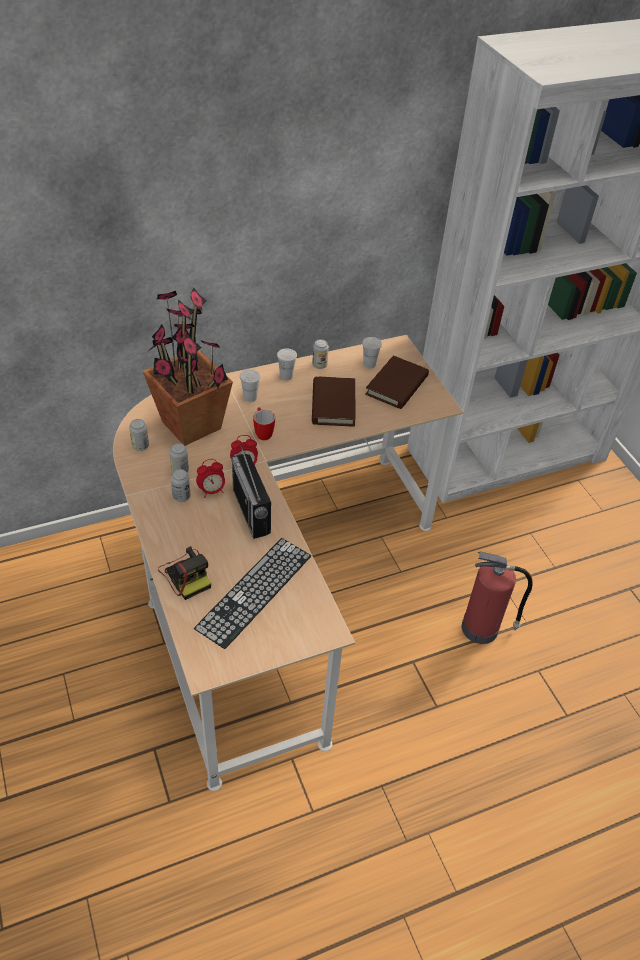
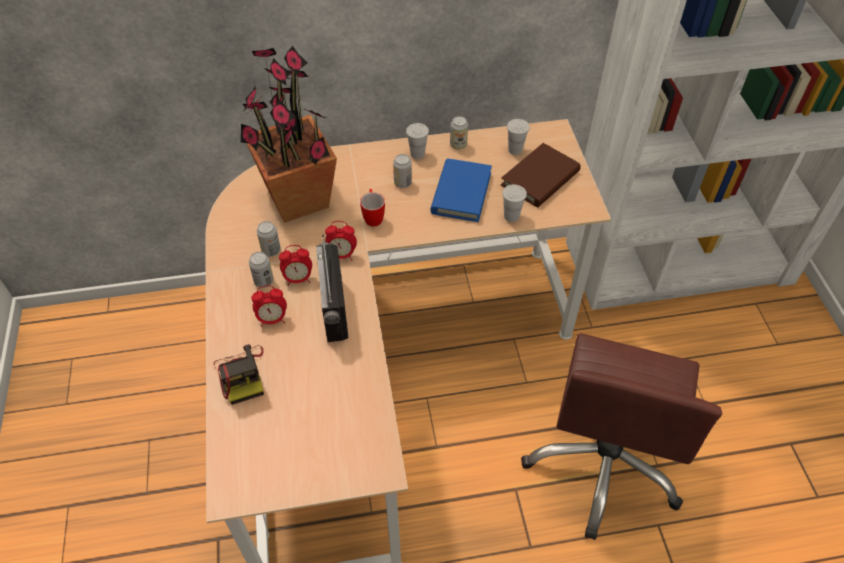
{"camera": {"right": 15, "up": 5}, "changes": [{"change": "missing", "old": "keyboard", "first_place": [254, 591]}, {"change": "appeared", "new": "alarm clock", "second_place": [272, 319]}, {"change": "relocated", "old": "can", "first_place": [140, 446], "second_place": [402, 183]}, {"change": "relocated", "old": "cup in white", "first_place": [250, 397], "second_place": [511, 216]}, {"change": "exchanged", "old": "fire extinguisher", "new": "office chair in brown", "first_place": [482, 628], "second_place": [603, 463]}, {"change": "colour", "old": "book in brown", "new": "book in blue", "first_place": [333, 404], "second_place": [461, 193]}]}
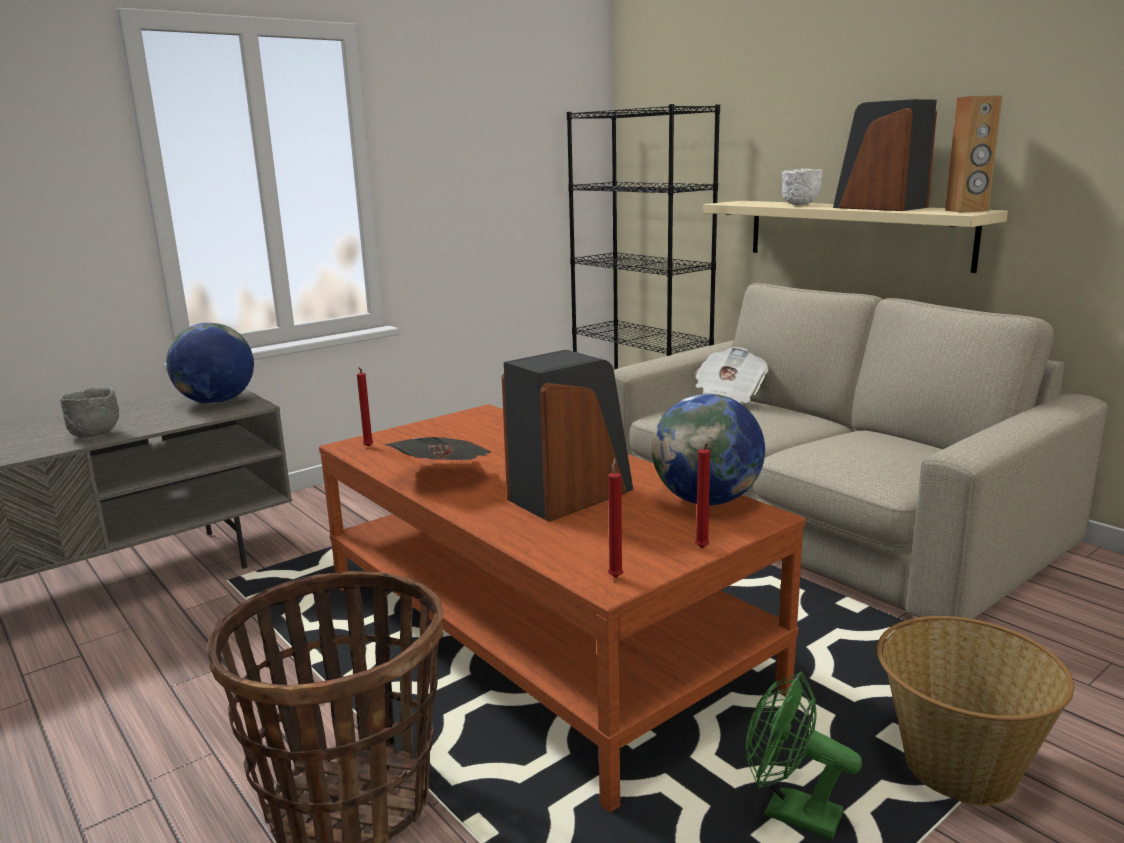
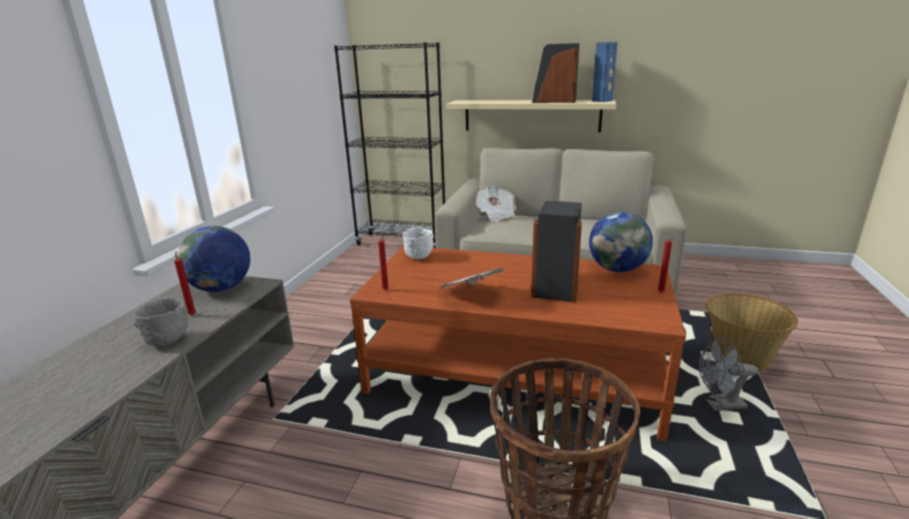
{"camera": {"right": -35, "up": 5}, "changes": [{"change": "relocated", "old": "candle in red", "first_place": [616, 576], "second_place": [192, 314]}, {"change": "relocated", "old": "bowl in white", "first_place": [801, 205], "second_place": [419, 257]}, {"change": "colour", "old": "fan in green", "new": "fan in grey", "first_place": [790, 812], "second_place": [719, 405]}, {"change": "colour", "old": "speaker in brown", "new": "speaker in blue", "first_place": [966, 211], "second_place": [602, 101]}]}
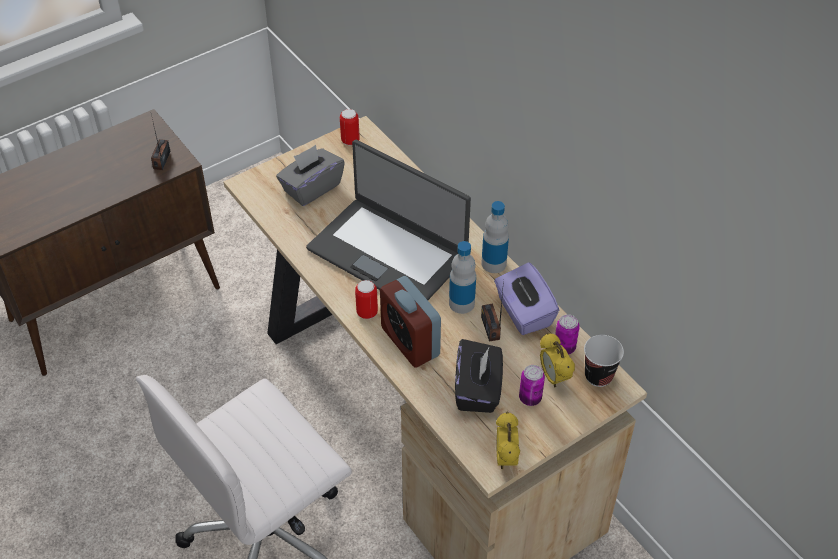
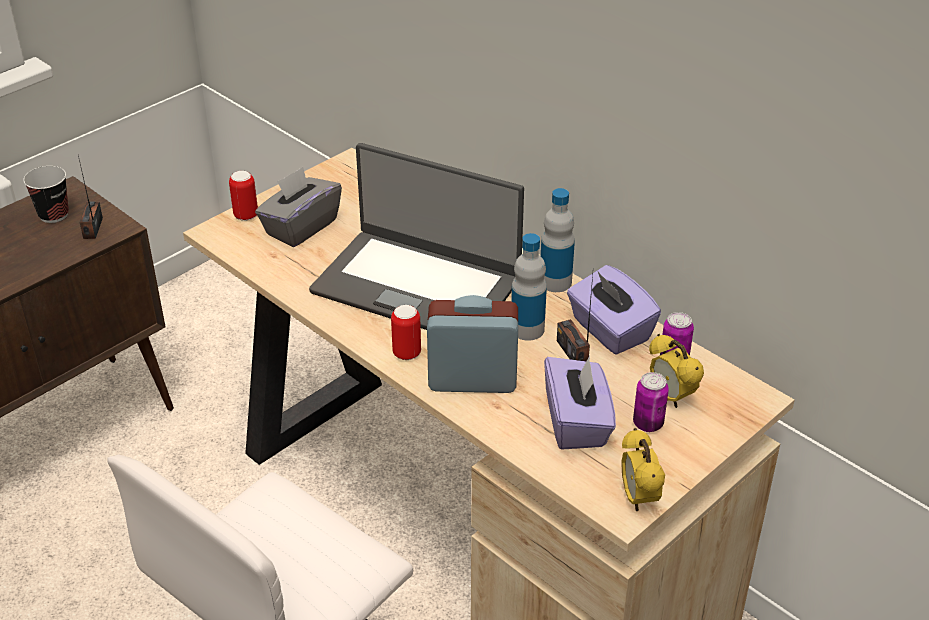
{"camera": {"right": -10, "up": -10}, "changes": [{"change": "relocated", "old": "can", "first_place": [350, 140], "second_place": [246, 215]}, {"change": "relocated", "old": "cup", "first_place": [598, 376], "second_place": [54, 215]}, {"change": "colour", "old": "tissue box in black", "new": "tissue box in purple", "first_place": [478, 390], "second_place": [577, 423]}, {"change": "spun", "old": "alarm clock", "first_place": [410, 342], "second_place": [472, 379], "degrees": 135}]}
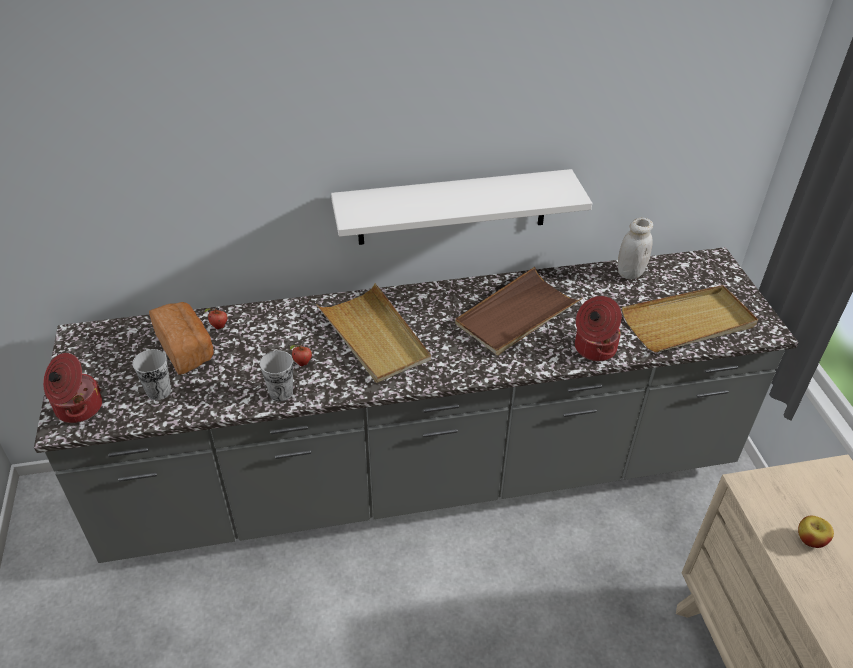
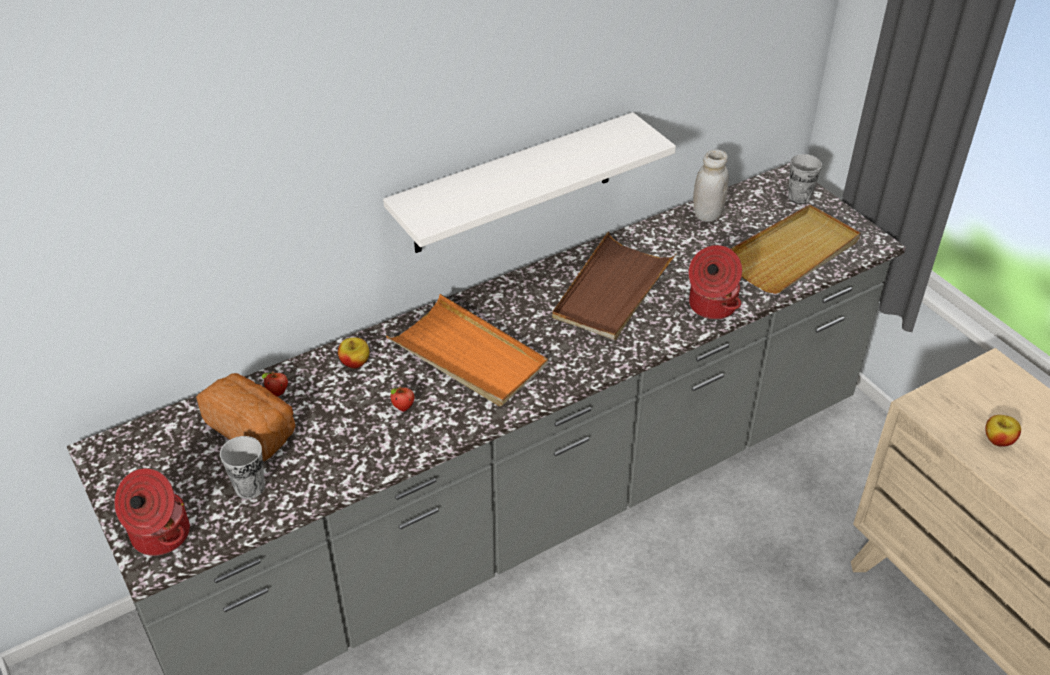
{"camera": {"right": -20, "up": 0}, "changes": [{"change": "appeared", "new": "apple", "second_place": [355, 362]}, {"change": "relocated", "old": "cup", "first_place": [281, 392], "second_place": [799, 197]}, {"change": "colour", "old": "tray in beige", "new": "tray in orange", "first_place": [374, 336], "second_place": [468, 355]}]}
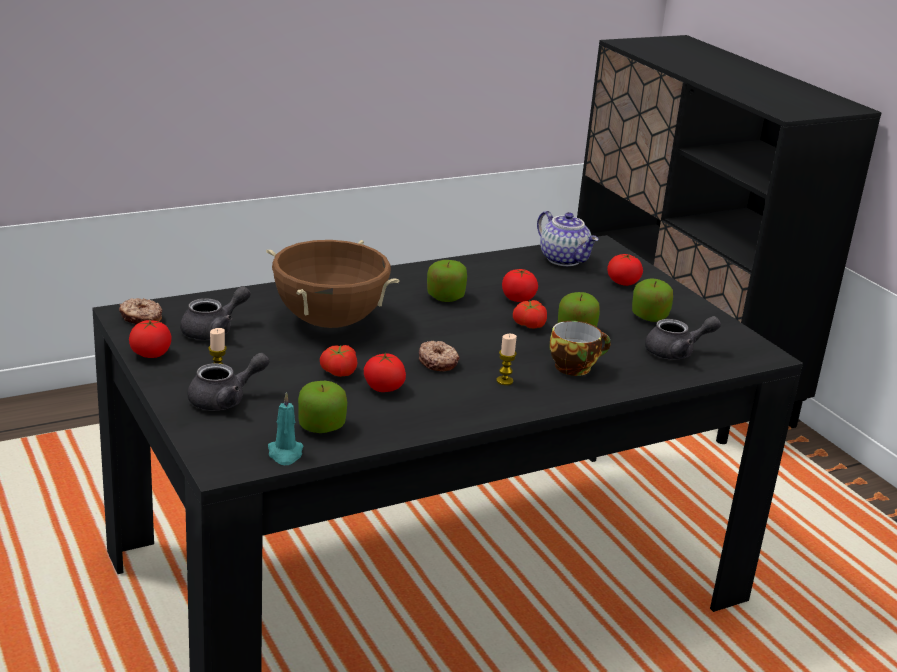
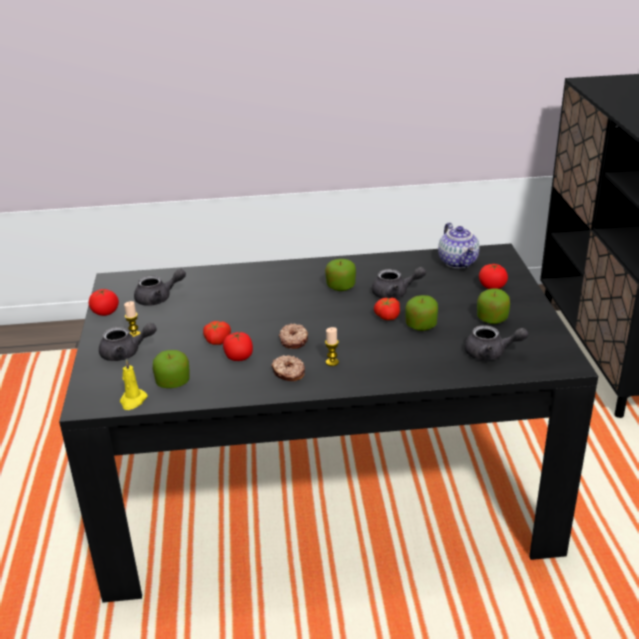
{"camera": {"right": 25, "up": 5}, "changes": [{"change": "missing", "old": "cooking pot in brown", "first_place": [330, 321]}, {"change": "missing", "old": "cup", "first_place": [574, 366]}, {"change": "relocated", "old": "donut", "first_place": [141, 318], "second_place": [288, 373]}, {"change": "exchanged", "old": "tomato", "new": "teapot in grey", "first_place": [518, 299], "second_place": [395, 293]}, {"change": "colour", "old": "candle in turquoise", "new": "candle in yellow", "first_place": [285, 454], "second_place": [133, 401]}]}
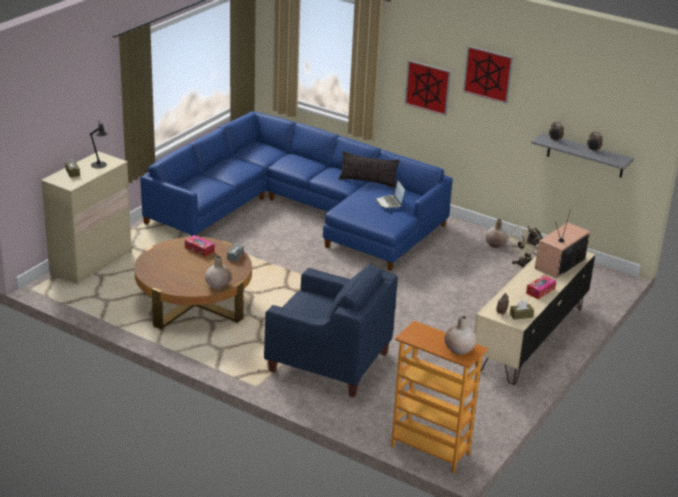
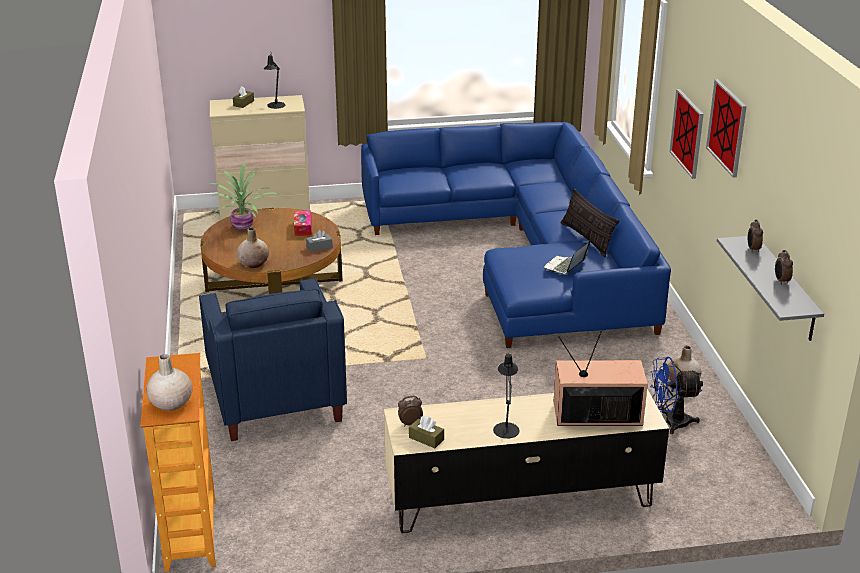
{"camera": {"right": 50, "up": 0}, "changes": [{"change": "appeared", "new": "potted plant", "second_place": [244, 227]}, {"change": "exchanged", "old": "tissue box", "new": "table lamp in black", "first_place": [540, 291], "second_place": [506, 428]}, {"change": "colour", "old": "fan in beige", "new": "fan in blue", "first_place": [523, 266], "second_place": [670, 422]}]}
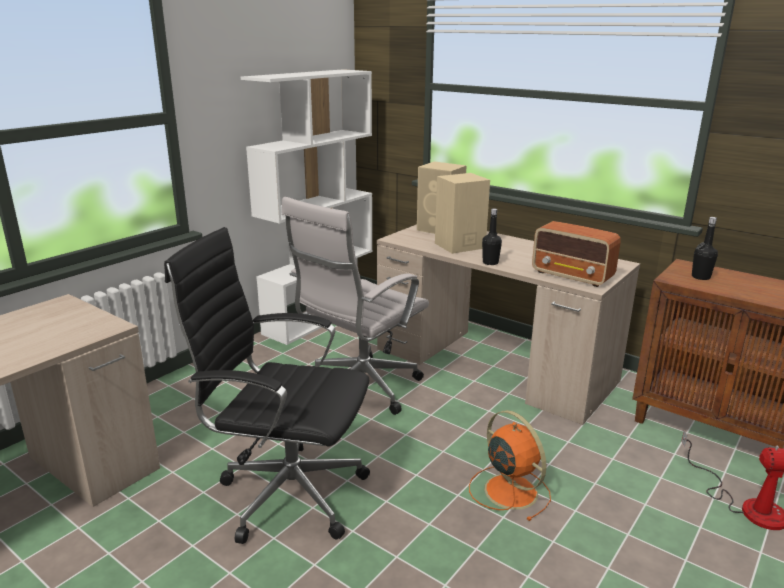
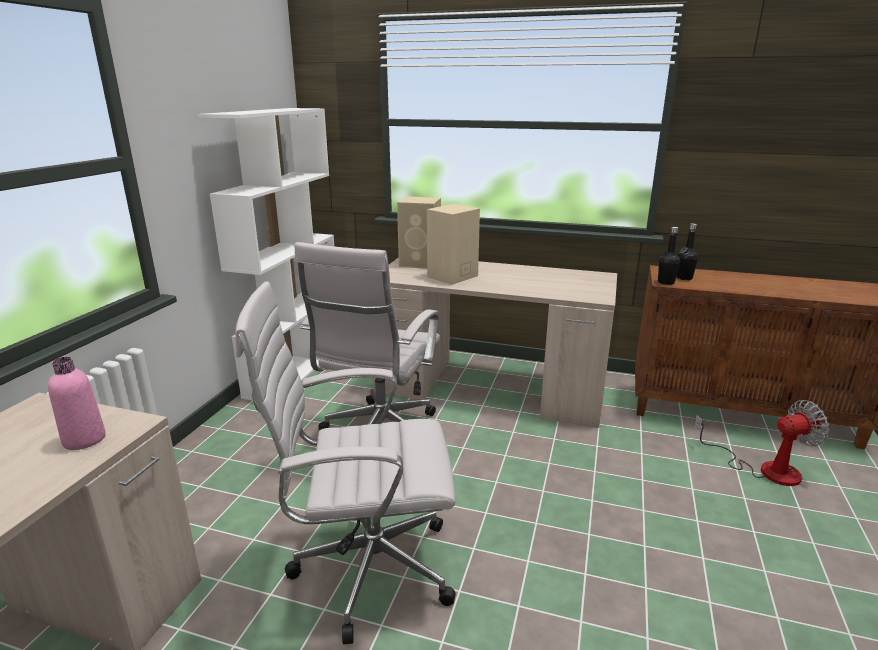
{"camera": {"right": -20, "up": 0}, "changes": [{"change": "missing", "old": "fan in orange", "first_place": [509, 490]}, {"change": "missing", "old": "radio", "first_place": [573, 276]}, {"change": "appeared", "new": "bottle in pink", "second_place": [84, 439]}, {"change": "relocated", "old": "bottle in black", "first_place": [490, 263], "second_place": [666, 282]}, {"change": "colour", "old": "office chair in black", "new": "office chair in white", "first_place": [285, 493], "second_place": [366, 569]}]}
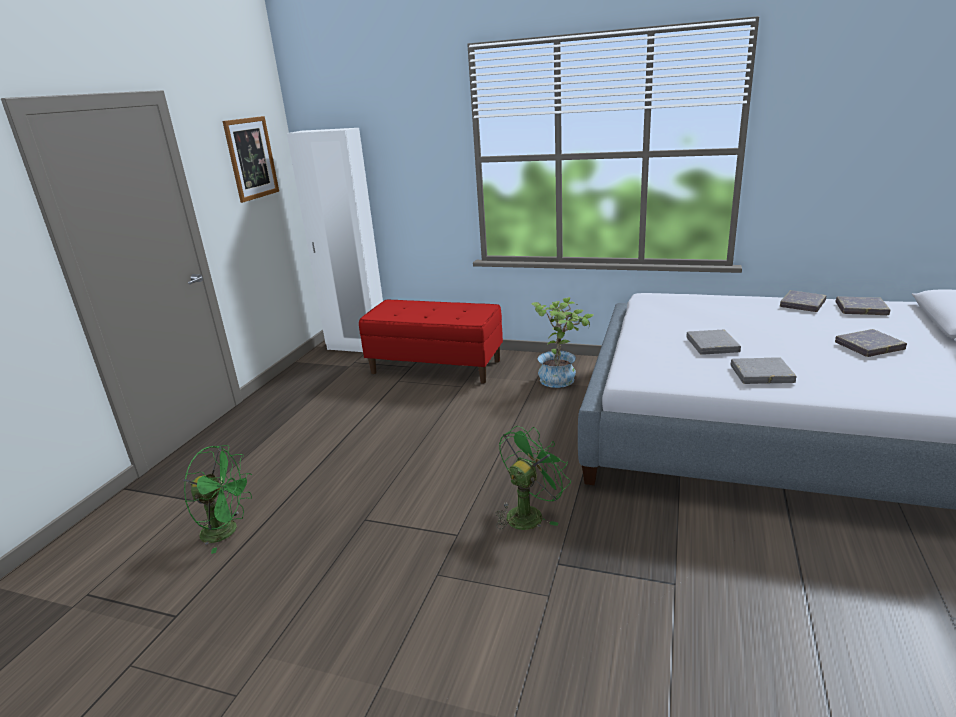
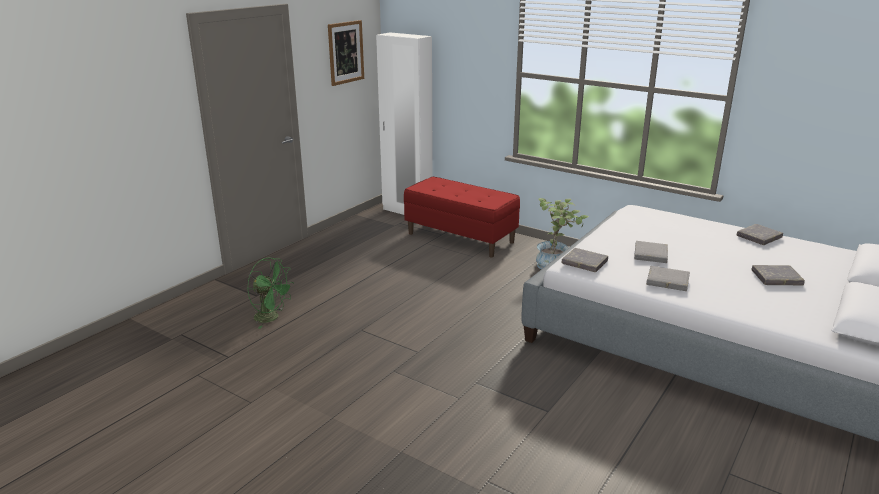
{"camera": {"right": 15, "up": 0}, "changes": [{"change": "missing", "old": "fan in green", "first_place": [529, 513]}, {"change": "relocated", "old": "book in grey", "first_place": [861, 309], "second_place": [584, 263]}]}
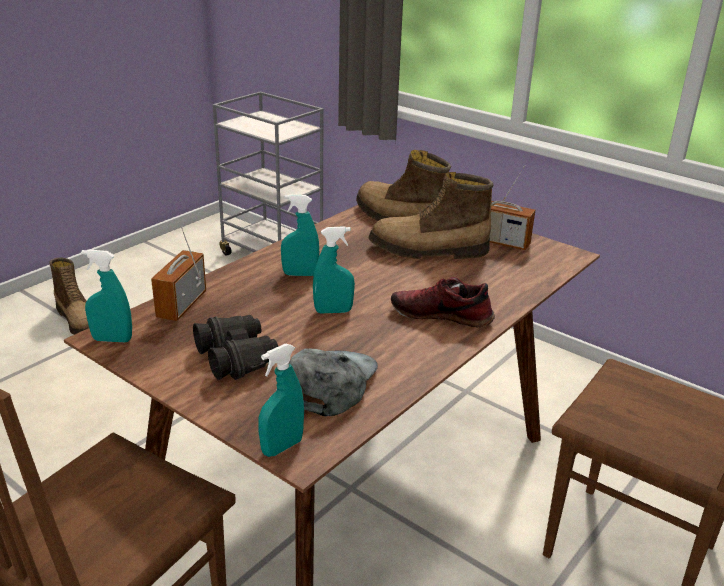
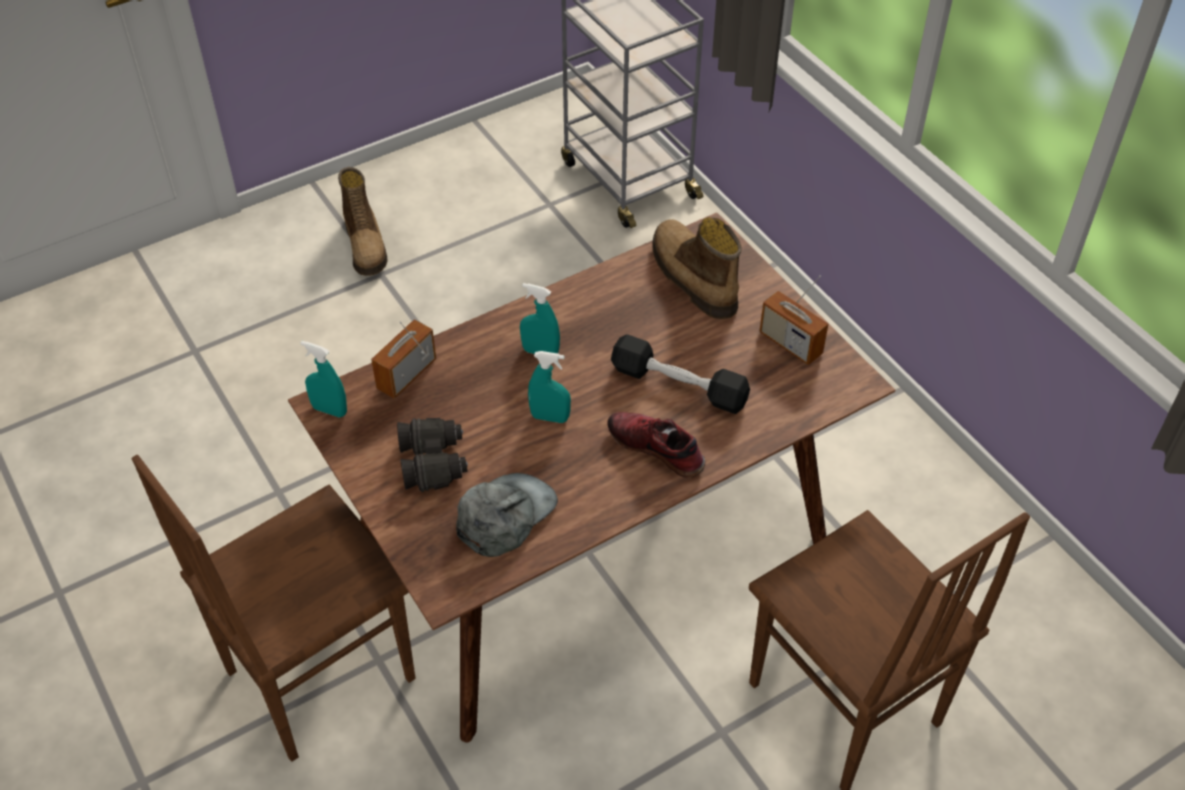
{"camera": {"right": 20, "up": 20}, "changes": [{"change": "missing", "old": "spray bottle in turquoise", "first_place": [282, 447]}, {"change": "missing", "old": "boot", "first_place": [428, 251]}, {"change": "appeared", "new": "dumbbell in black", "second_place": [679, 385]}]}
